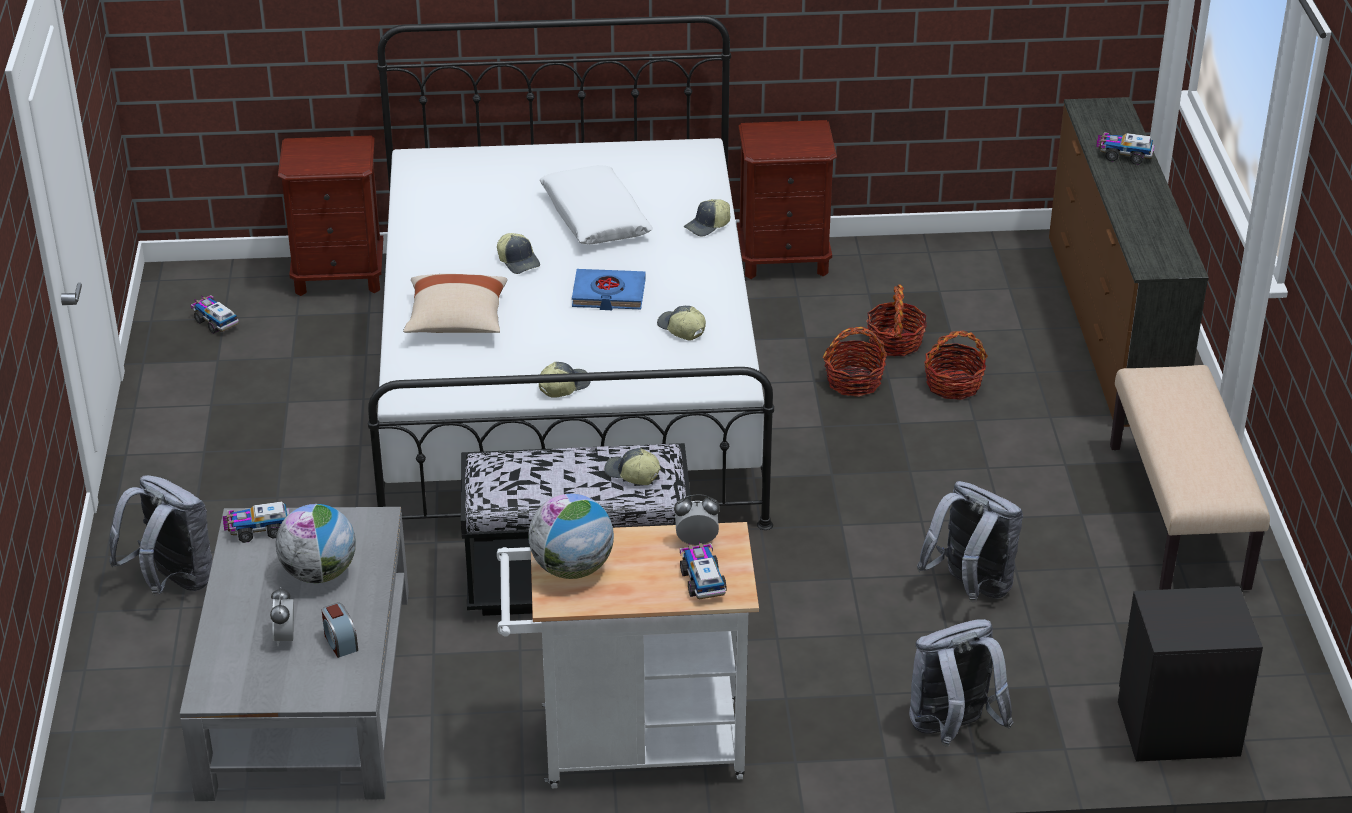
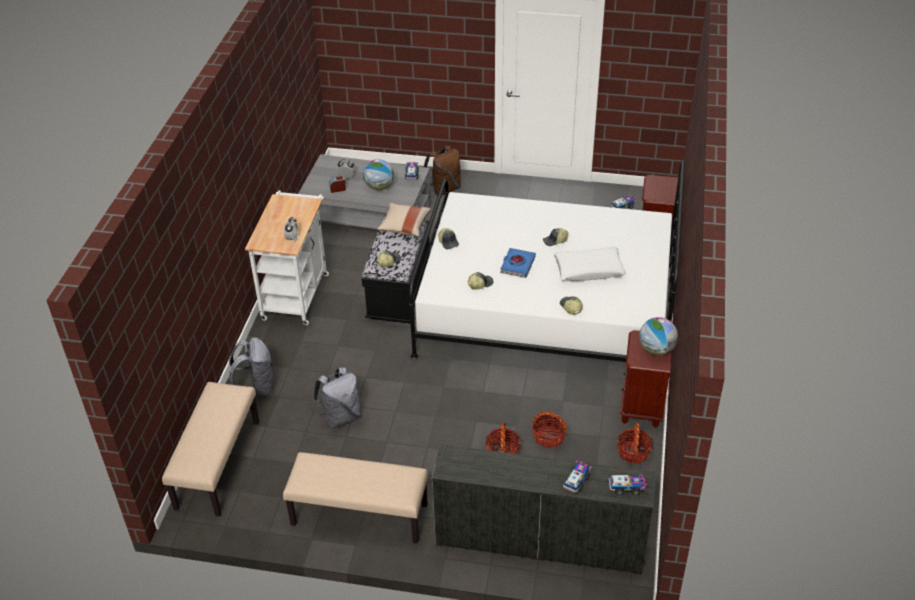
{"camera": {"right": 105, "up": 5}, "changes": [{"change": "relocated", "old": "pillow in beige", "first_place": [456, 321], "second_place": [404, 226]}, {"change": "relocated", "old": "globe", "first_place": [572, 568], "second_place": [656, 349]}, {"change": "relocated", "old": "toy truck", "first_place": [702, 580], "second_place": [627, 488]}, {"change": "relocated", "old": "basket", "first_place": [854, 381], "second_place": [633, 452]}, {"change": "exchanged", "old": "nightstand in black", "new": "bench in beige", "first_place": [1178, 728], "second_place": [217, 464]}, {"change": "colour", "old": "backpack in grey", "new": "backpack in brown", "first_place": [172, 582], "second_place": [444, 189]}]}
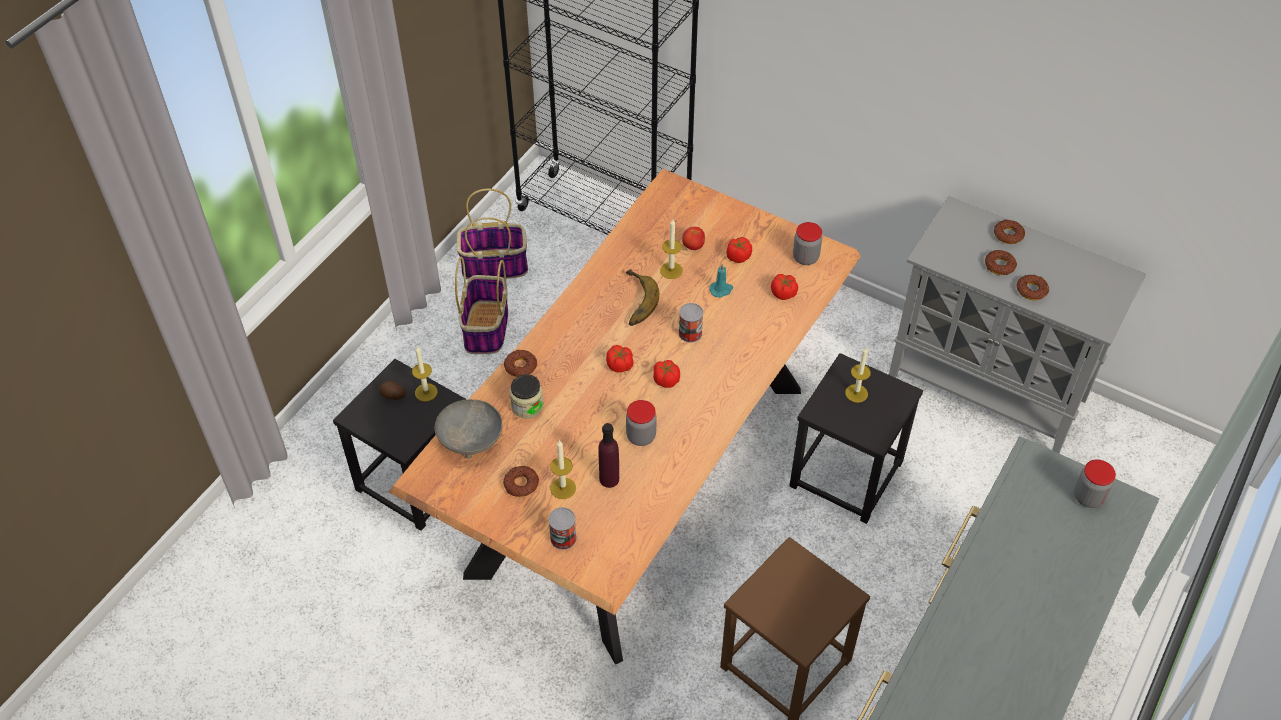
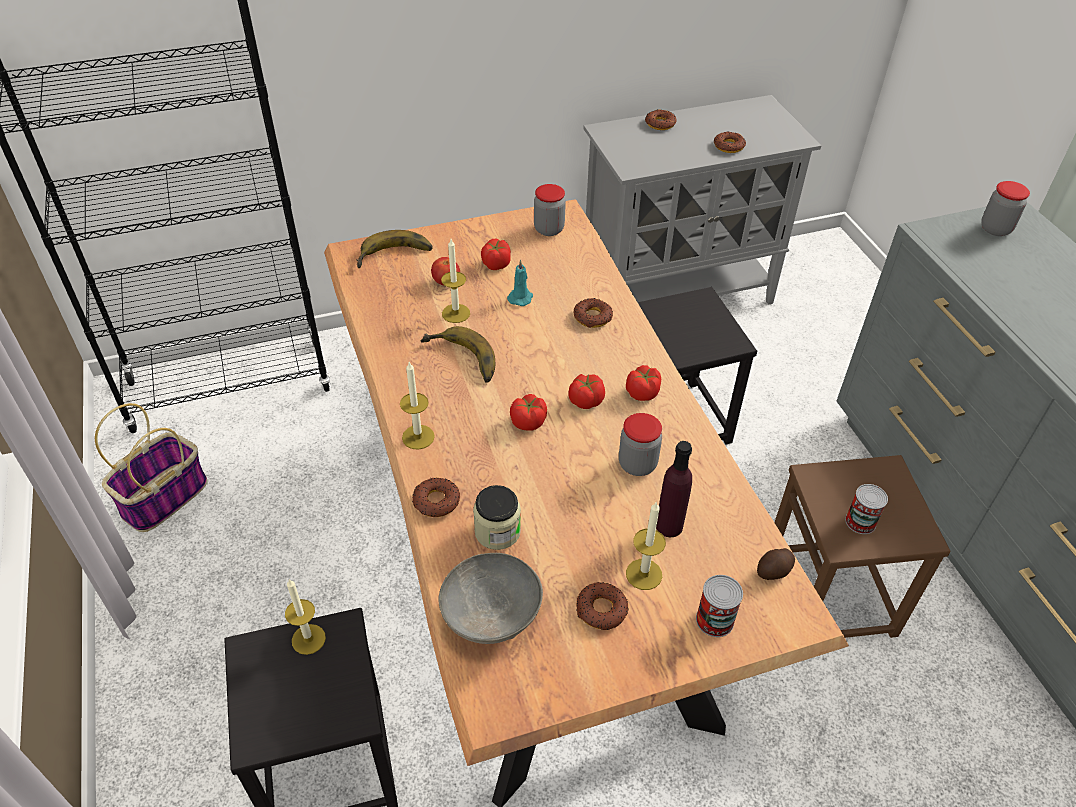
{"camera": {"right": -50, "up": -5}, "changes": [{"change": "missing", "old": "basket", "first_place": [486, 329]}, {"change": "appeared", "new": "banana", "second_place": [395, 257]}, {"change": "relocated", "old": "potato", "first_place": [392, 395], "second_place": [774, 571]}, {"change": "relocated", "old": "can", "first_place": [690, 333], "second_place": [860, 522]}, {"change": "relocated", "old": "tomato", "first_place": [783, 293], "second_place": [642, 393]}, {"change": "relocated", "old": "candle", "first_place": [856, 393], "second_place": [418, 437]}, {"change": "relocated", "old": "donut", "first_place": [999, 265], "second_place": [592, 317]}]}
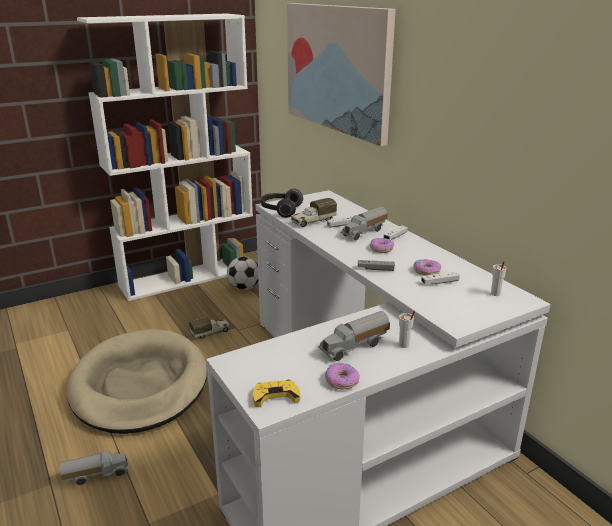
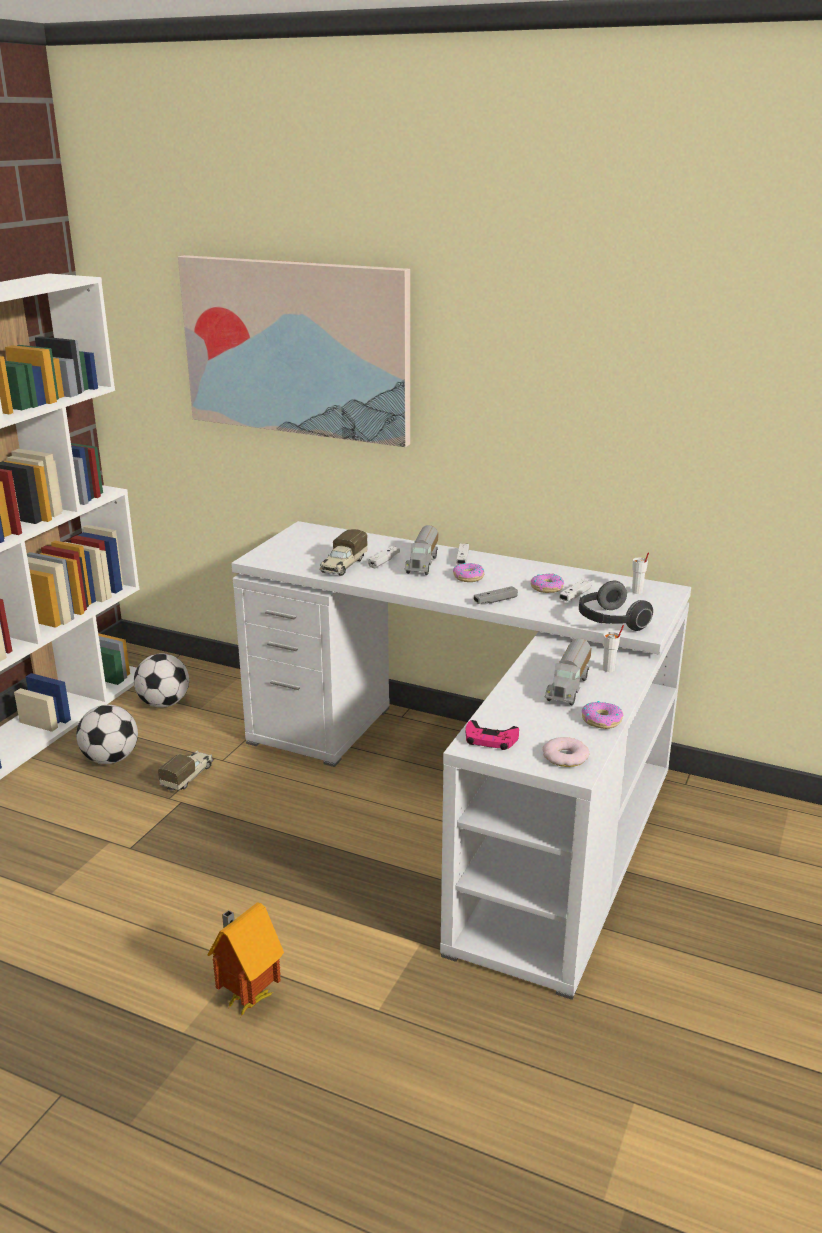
{"camera": {"right": -35, "up": 0}, "changes": [{"change": "missing", "old": "dog bed in beige", "first_place": [139, 385]}, {"change": "appeared", "new": "football", "second_place": [111, 759]}, {"change": "appeared", "new": "game controller in pink", "second_place": [490, 739]}, {"change": "relocated", "old": "headphones", "first_place": [280, 211], "second_place": [610, 622]}, {"change": "exchanged", "old": "toy truck", "new": "toy house", "first_place": [96, 474], "second_place": [247, 998]}, {"change": "exchanged", "old": "game controller in yellow", "new": "donut", "first_place": [275, 396], "second_place": [565, 757]}]}
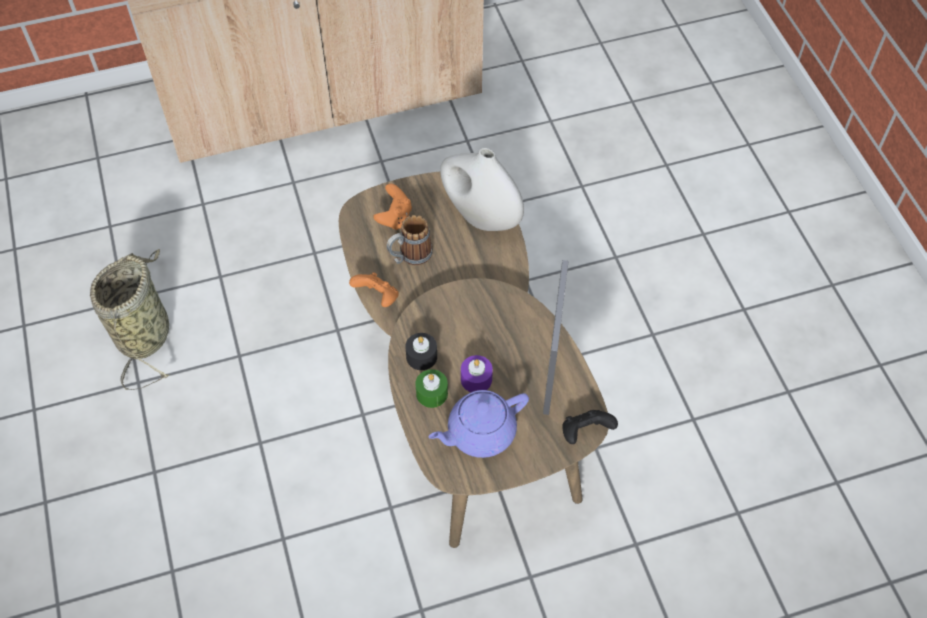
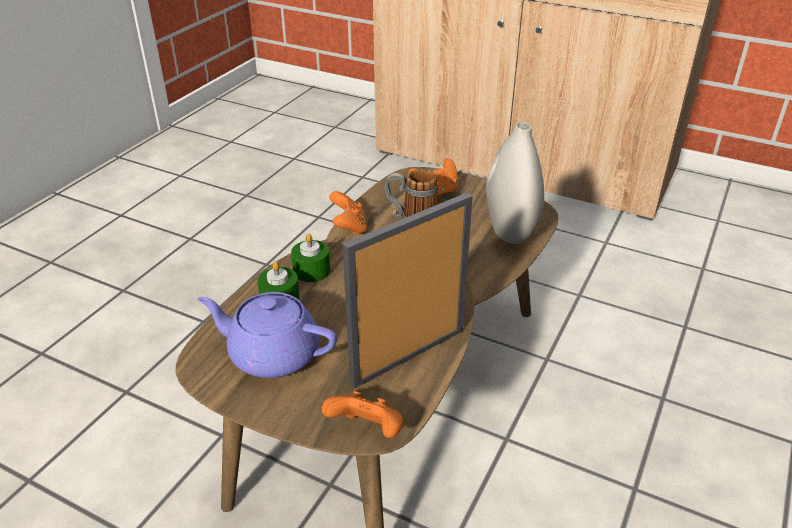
{"camera": {"right": 45, "up": -20}, "changes": [{"change": "missing", "old": "basket", "first_place": [145, 332]}, {"change": "missing", "old": "candle in purple", "first_place": [476, 379]}, {"change": "colour", "old": "candle in black", "new": "candle in green", "first_place": [421, 356], "second_place": [311, 270]}, {"change": "colour", "old": "game controller in black", "new": "game controller in orange", "first_place": [585, 433], "second_place": [367, 431]}]}
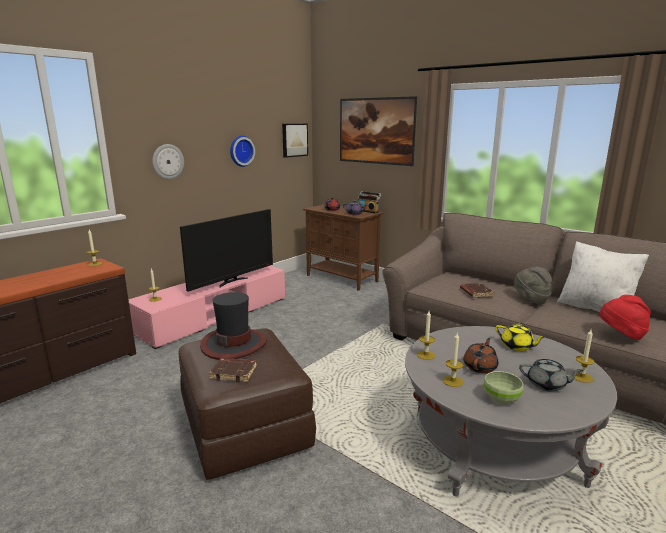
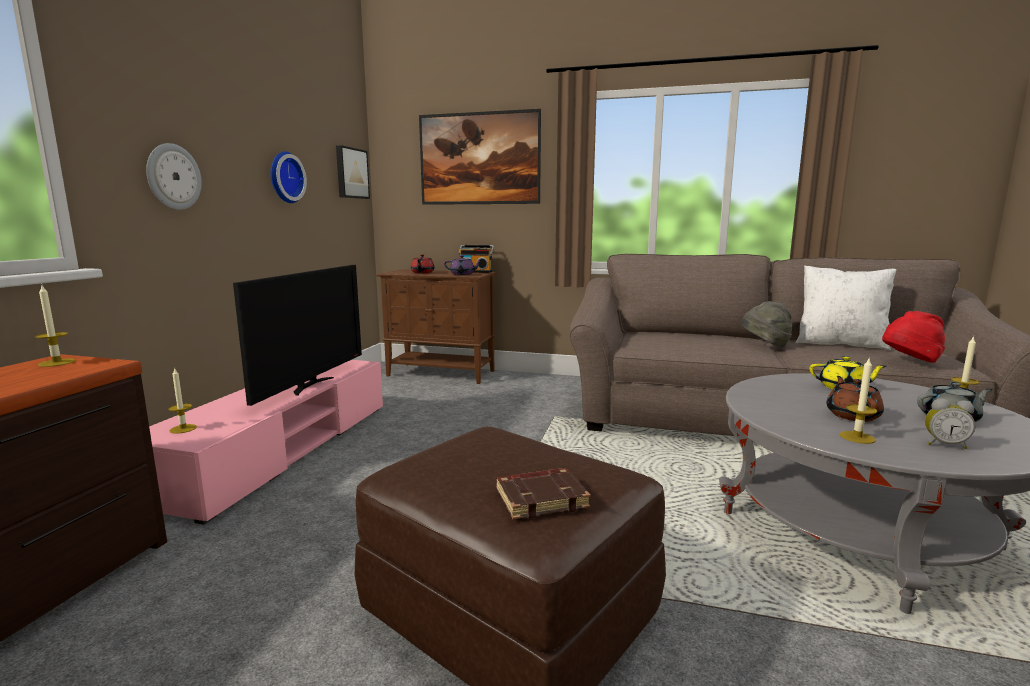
{"camera": {"right": -25, "up": -5}, "changes": [{"change": "missing", "old": "hat", "first_place": [234, 344]}, {"change": "missing", "old": "candle", "first_place": [425, 355]}, {"change": "missing", "old": "book in brown", "first_place": [475, 293]}, {"change": "exchanged", "old": "bowl in green", "new": "alarm clock", "first_place": [502, 399], "second_place": [944, 444]}]}
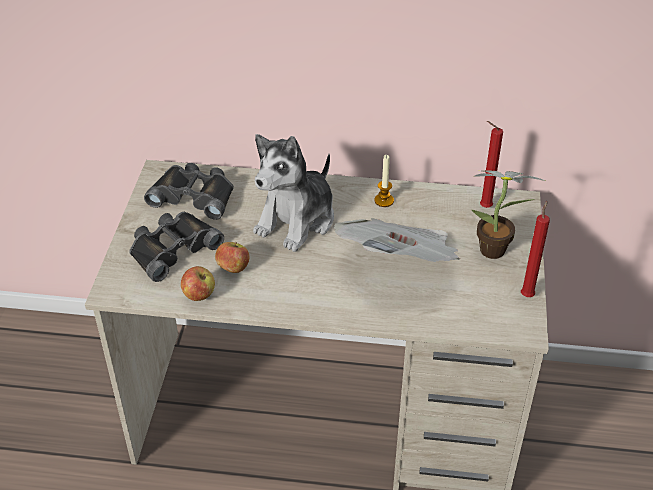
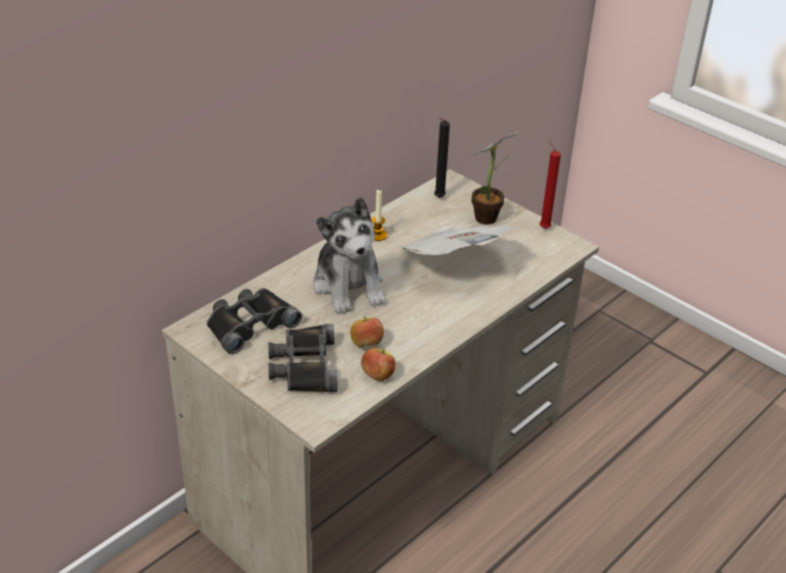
{"camera": {"right": -55, "up": -5}, "changes": [{"change": "colour", "old": "candle in red", "new": "candle in black", "first_place": [483, 207], "second_place": [438, 198]}]}
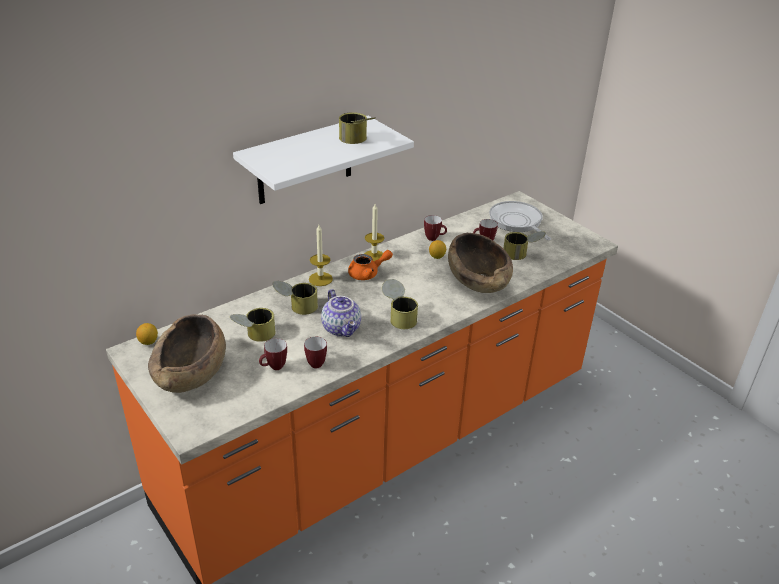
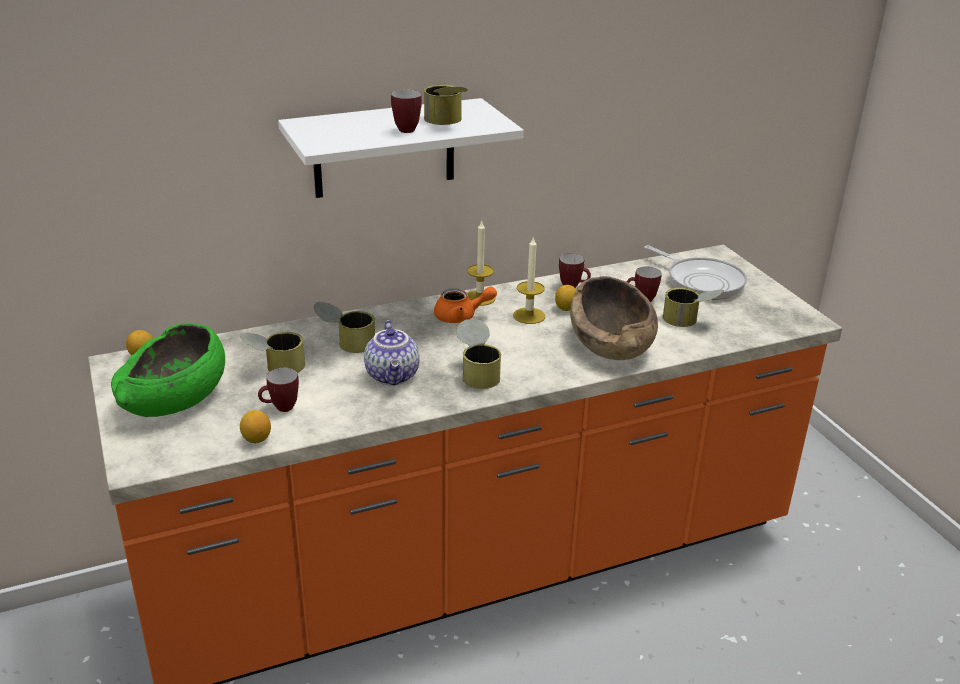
{"camera": {"right": 15, "up": -5}, "changes": [{"change": "appeared", "new": "lemon", "second_place": [256, 439]}, {"change": "relocated", "old": "mug", "first_place": [315, 362], "second_place": [406, 129]}, {"change": "relocated", "old": "candle", "first_place": [320, 279], "second_place": [529, 316]}, {"change": "colour", "old": "bowl in brown", "new": "bowl in green", "first_place": [191, 372], "second_place": [175, 397]}, {"change": "spun", "old": "frying pan", "first_place": [517, 222], "second_place": [701, 281], "degrees": 150}]}
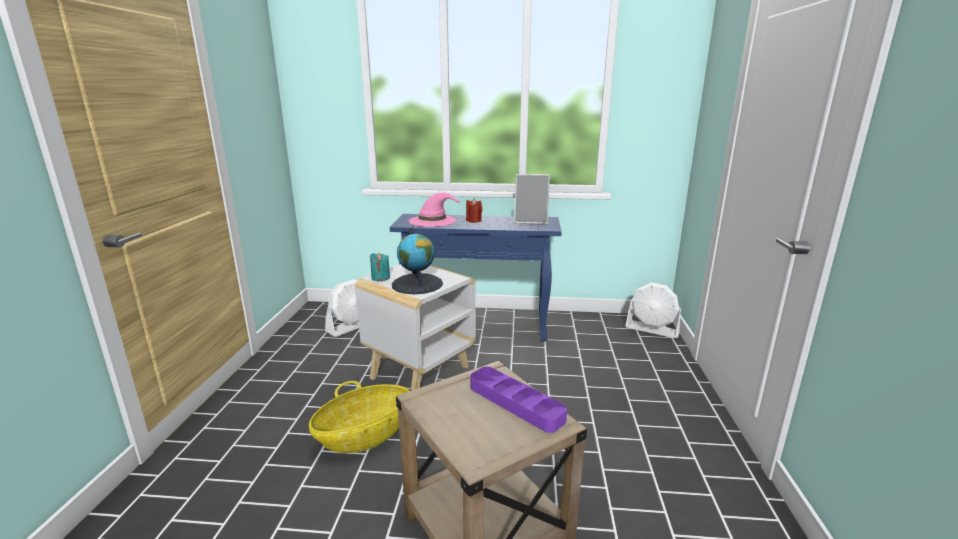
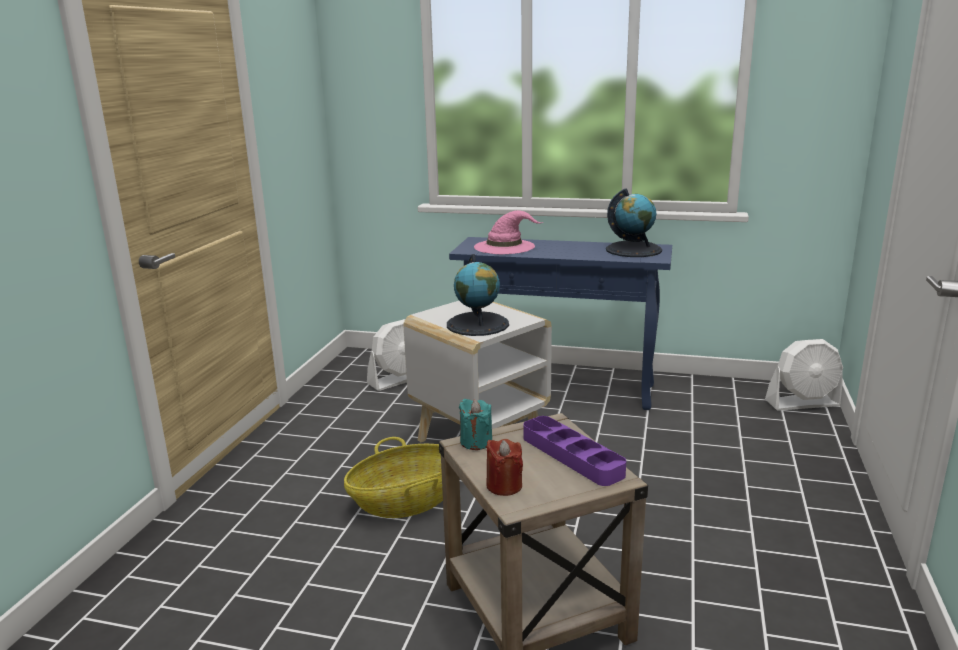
{"camera": {"right": 10, "up": 0}, "changes": [{"change": "relocated", "old": "candle in turquoise", "first_place": [380, 278], "second_place": [476, 442]}, {"change": "relocated", "old": "candle in red", "first_place": [473, 220], "second_place": [504, 486]}, {"change": "exchanged", "old": "picture frame", "new": "globe", "first_place": [531, 221], "second_place": [633, 250]}, {"change": "spun", "old": "fan in white", "first_place": [652, 329], "second_place": [803, 403], "degrees": -45}]}
